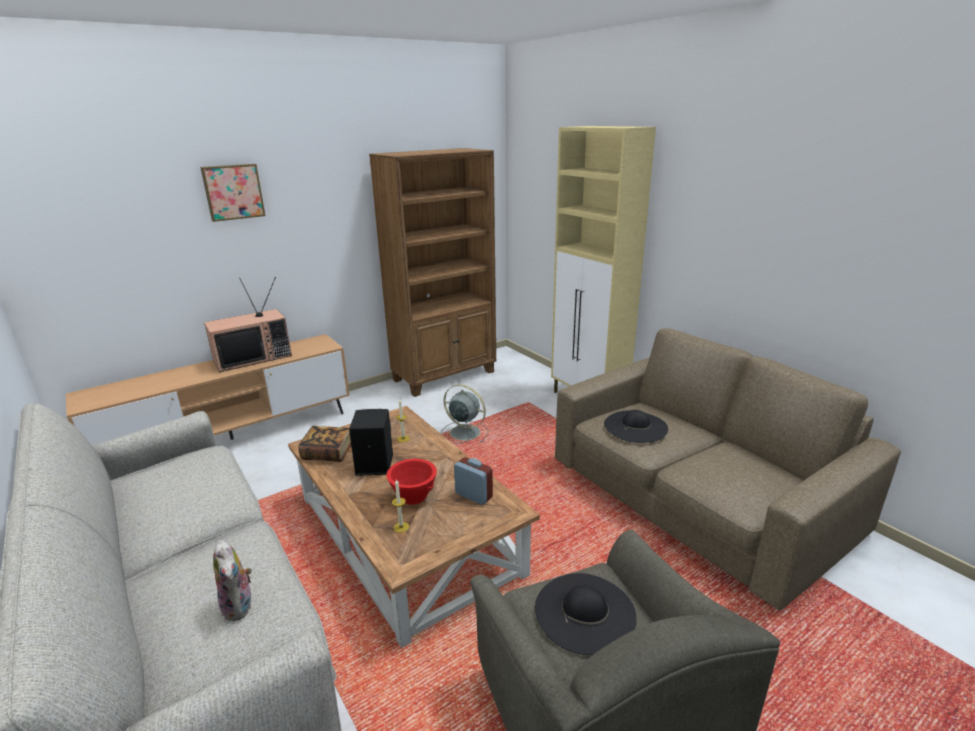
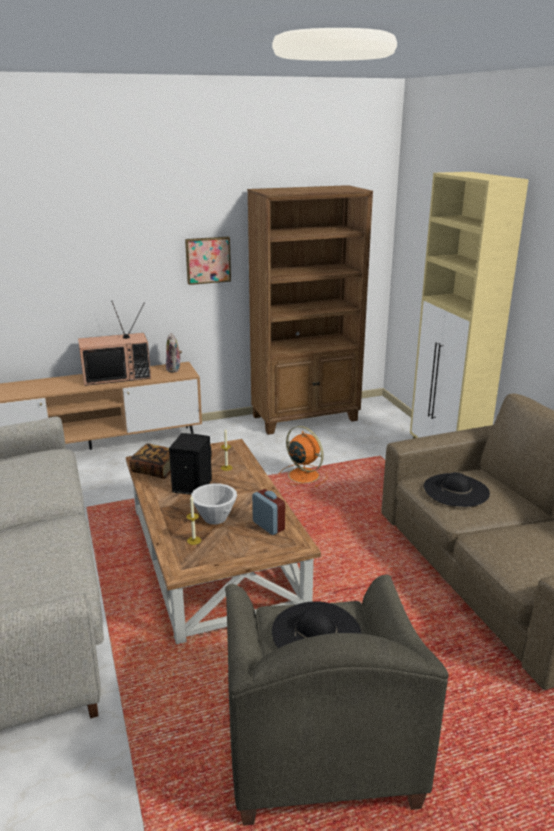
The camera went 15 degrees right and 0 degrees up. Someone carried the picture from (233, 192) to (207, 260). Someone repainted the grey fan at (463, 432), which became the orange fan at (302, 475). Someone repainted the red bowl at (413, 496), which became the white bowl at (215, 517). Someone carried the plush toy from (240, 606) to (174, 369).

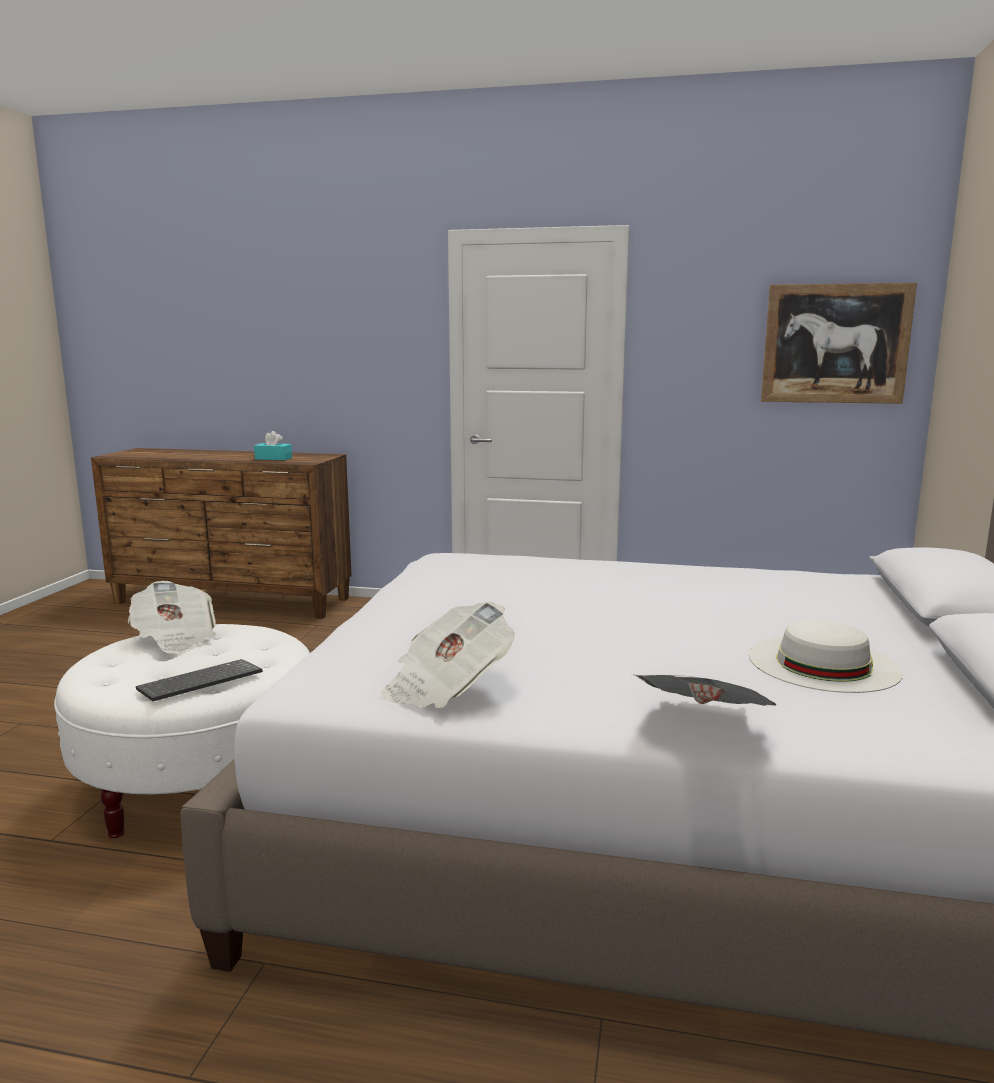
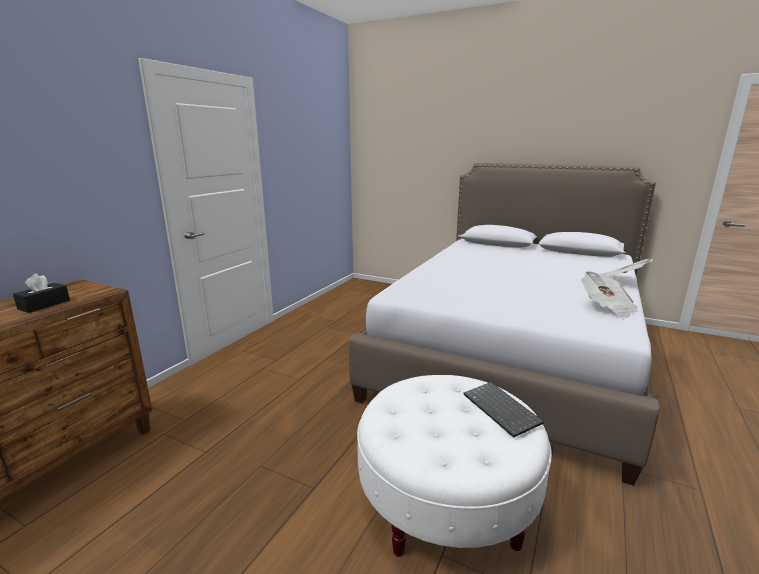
The camera went 75 degrees left and 5 degrees up. Someone took away the picture at (835, 344). Someone repainted the turquoise tissue box at (273, 458), which became the black tissue box at (44, 304). Someone took away the newspaper at (175, 638). Someone took away the white hat at (823, 663).

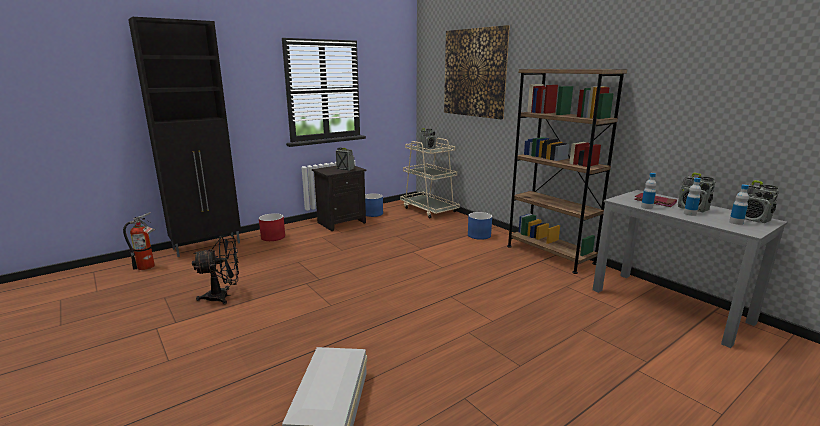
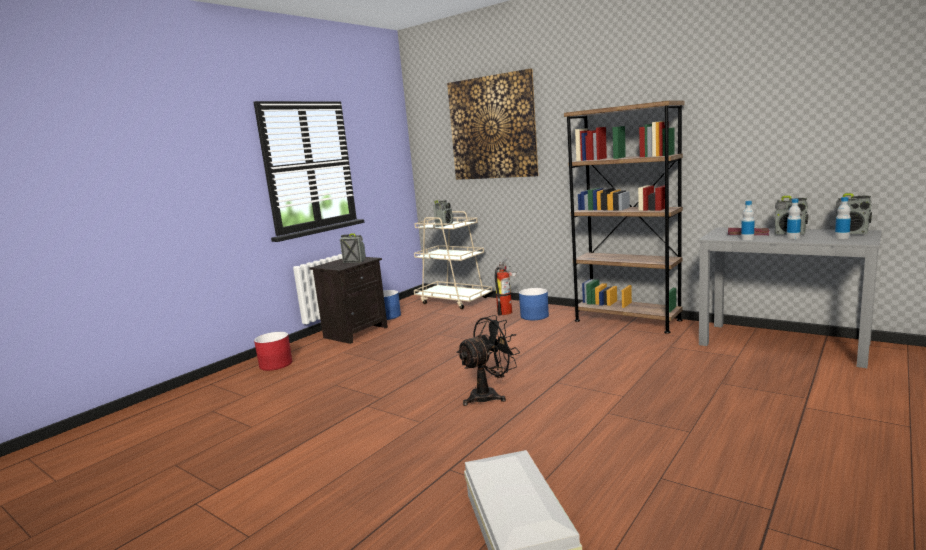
The camera went 15 degrees left and 5 degrees down. Someone took away the black cabinet at (208, 246). Someone carried the fire extinguisher from (148, 266) to (507, 312). Someone carried the black fan from (223, 296) to (489, 395).

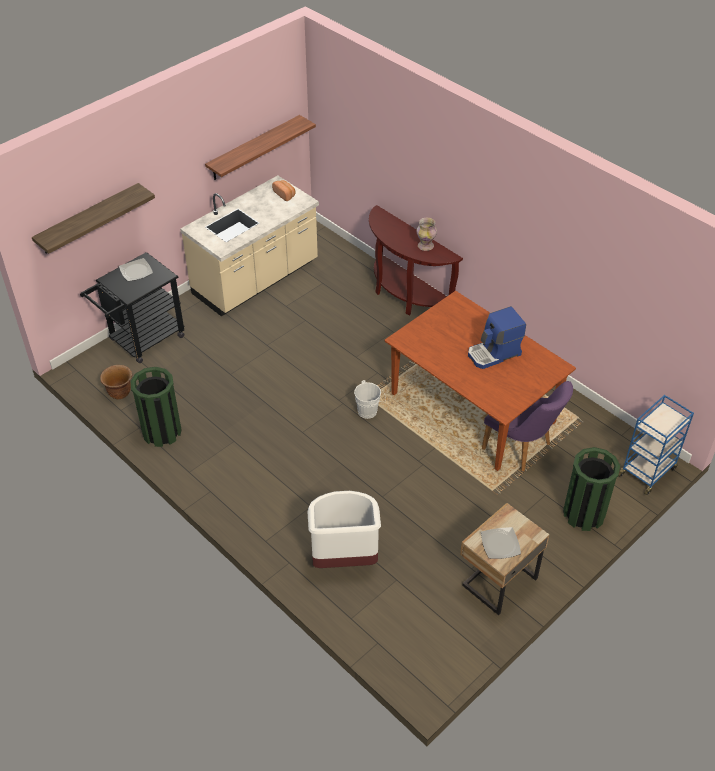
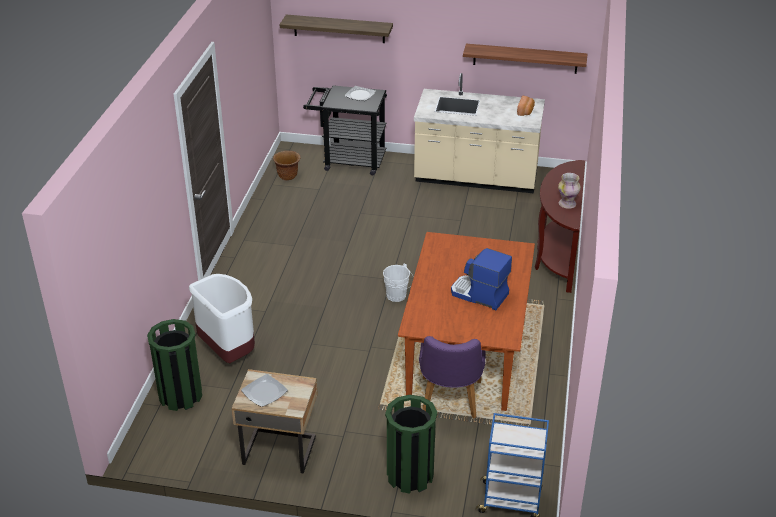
The camera went 55 degrees right and 10 degrees down. Someone carried the green trash can from (162, 432) to (180, 395).

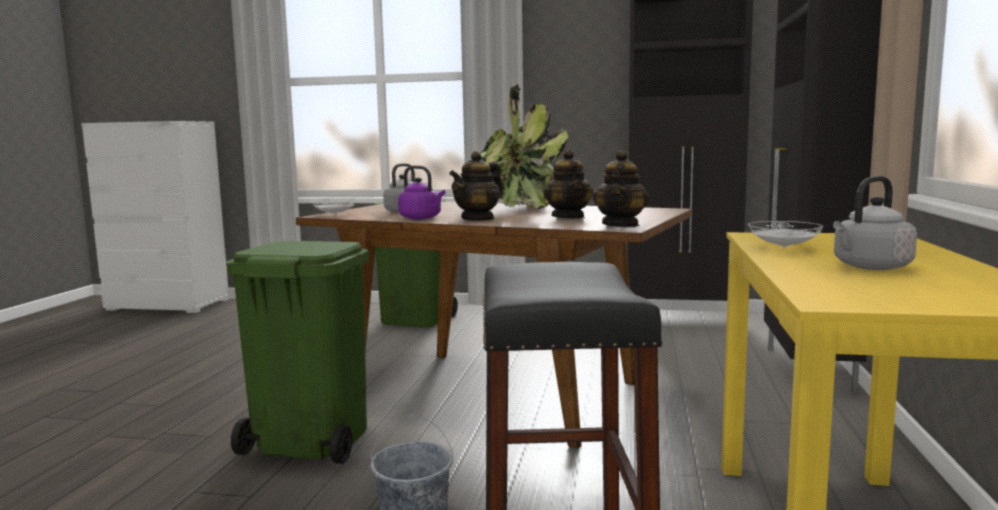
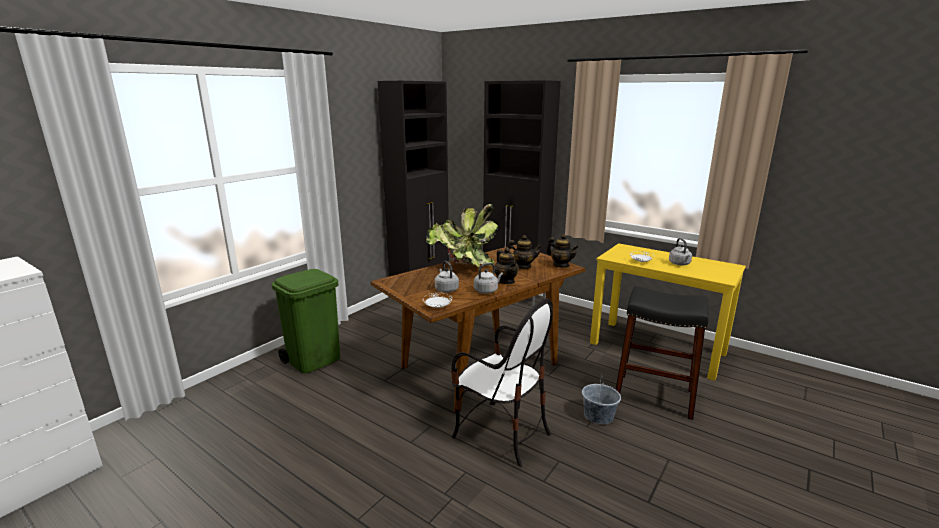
The camera went 65 degrees left and 10 degrees up. Someone repainted the purple kettle at (422, 218), which became the grey kettle at (487, 290). Someone swapped the green trash can at (309, 441) for the chair at (501, 433).

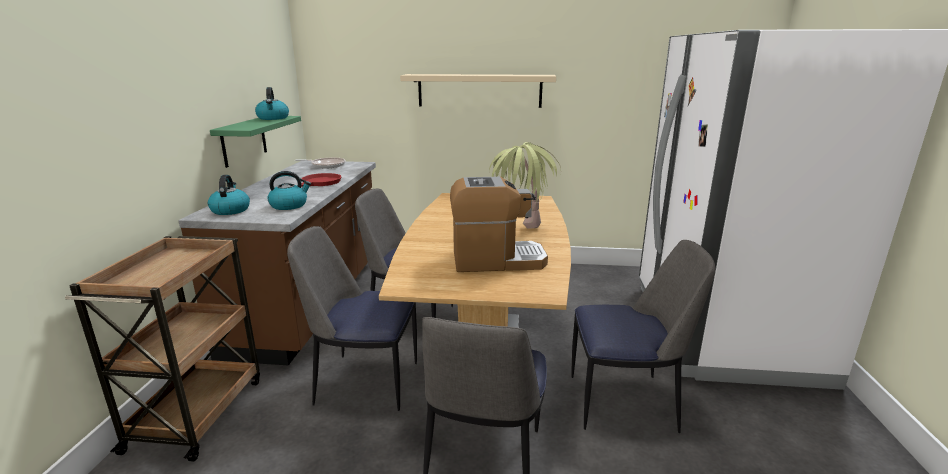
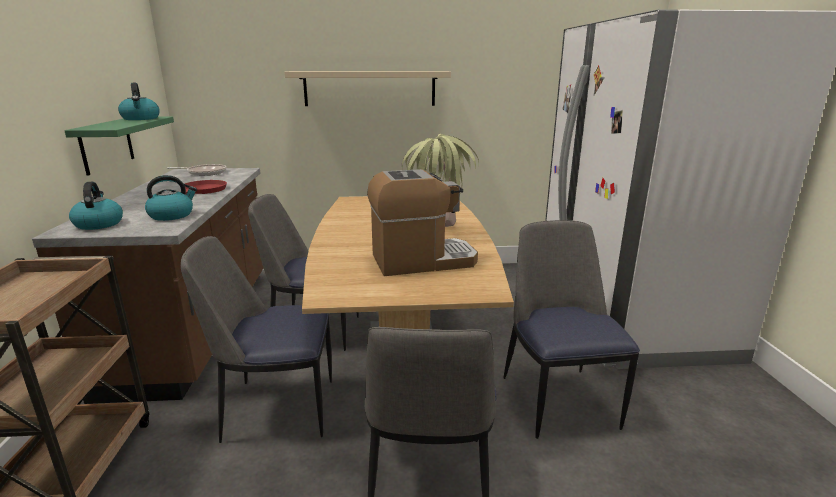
The camera went 10 degrees left and 0 degrees up. Someone rotated the chair at (625, 402) by 90 degrees counterclockwise.

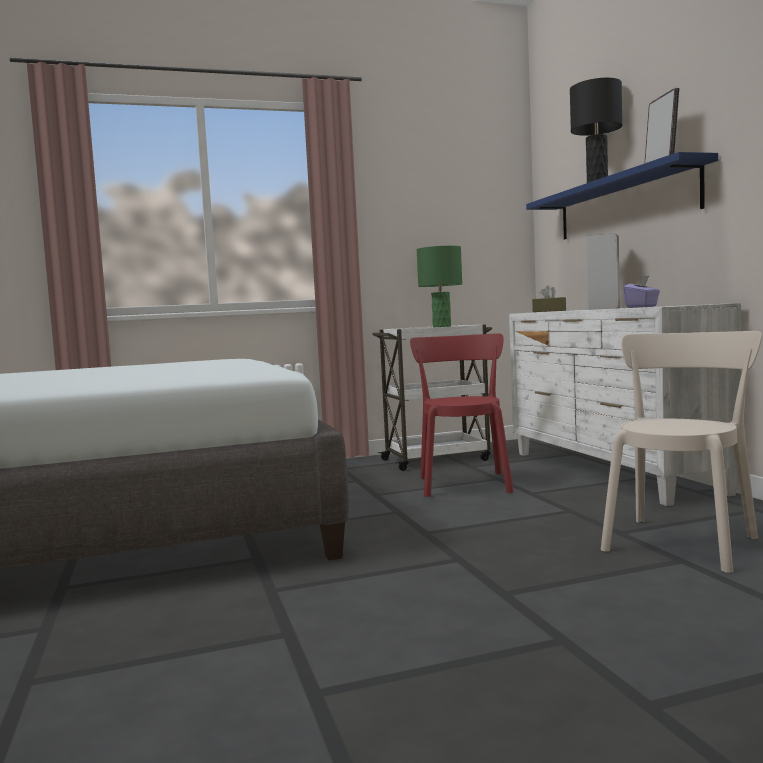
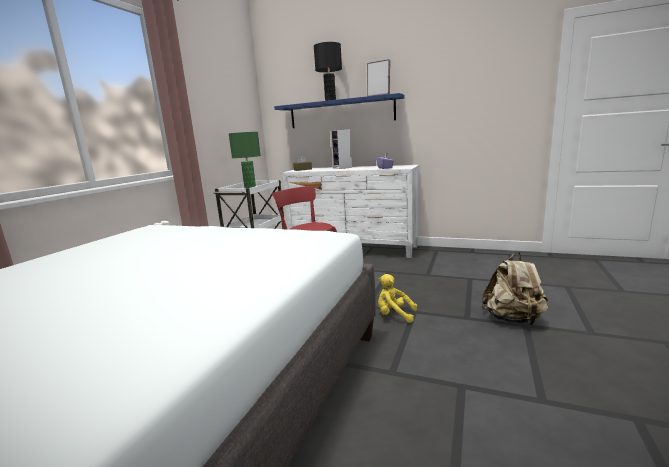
The camera went 50 degrees left and 10 degrees up. Someone took away the beige chair at (681, 541). Someone put down the beige backpack at (513, 319). Someone put down the yellow plush toy at (394, 315).

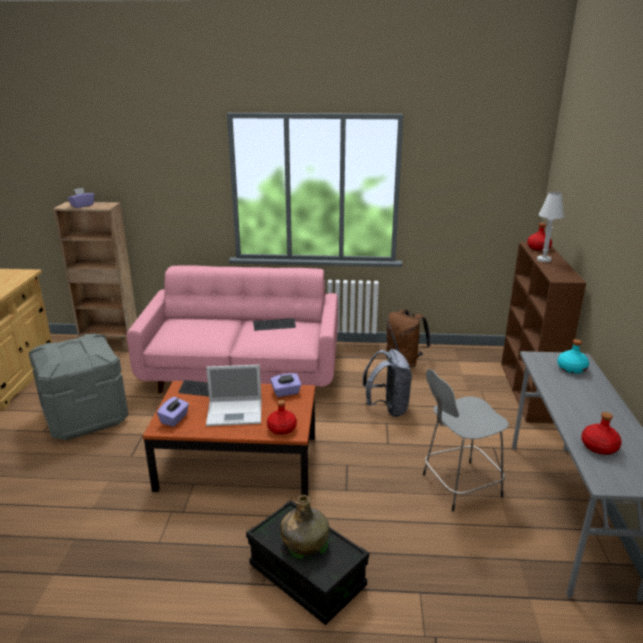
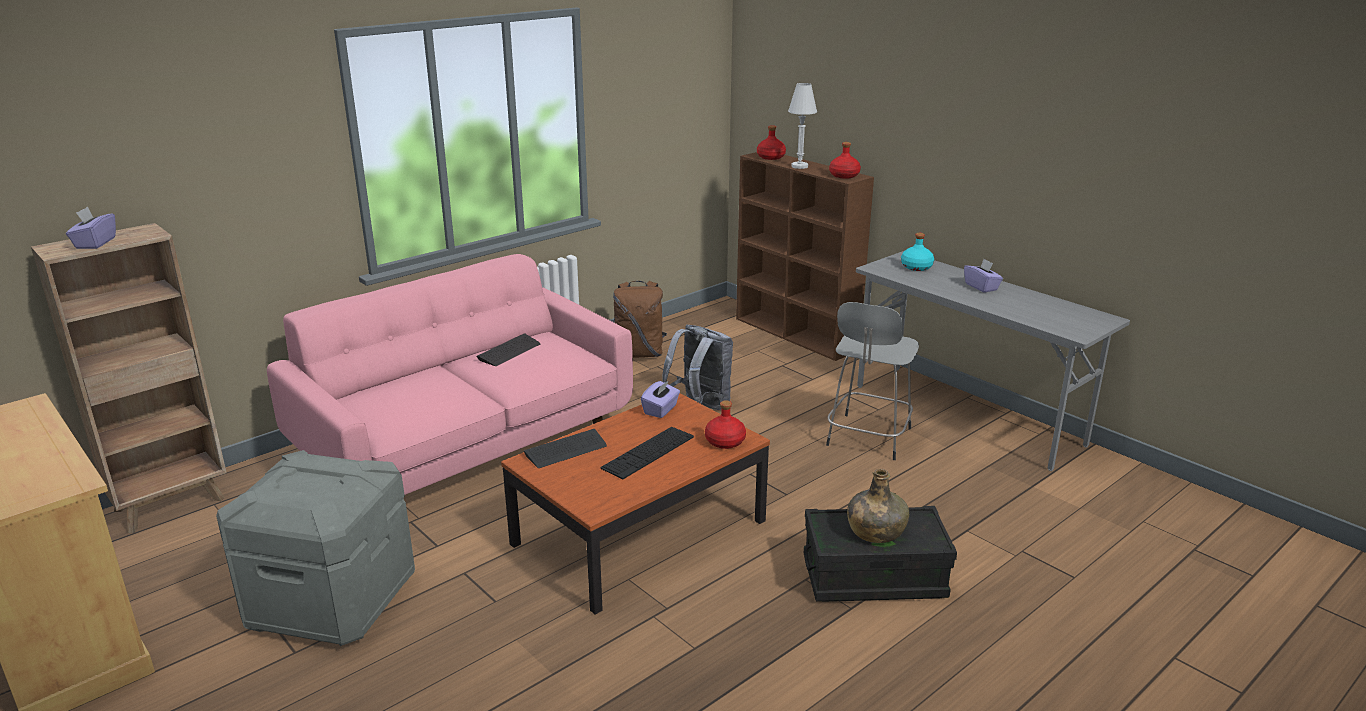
The camera went 45 degrees left and 0 degrees up. Someone swapped the laptop at (236, 412) for the keyboard at (648, 452). Someone carried the purple tissue box from (174, 419) to (981, 287). Someone carried the red bottle from (599, 446) to (844, 175).

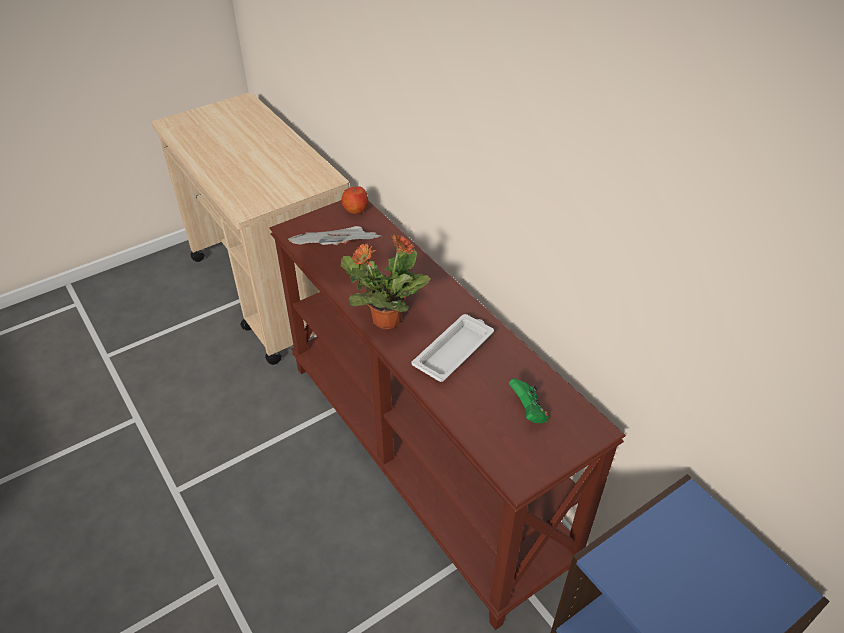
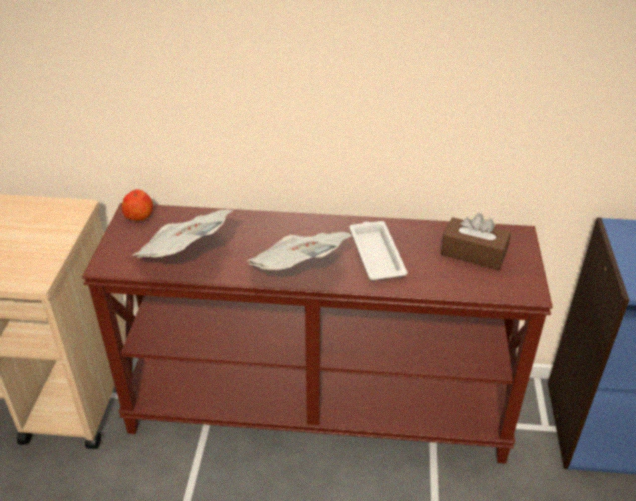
The camera went 50 degrees left and 5 degrees down. Someone swapped the potted plant at (385, 319) for the newspaper at (298, 270). Someone swapped the green game controller at (528, 411) for the brown tissue box at (473, 253).

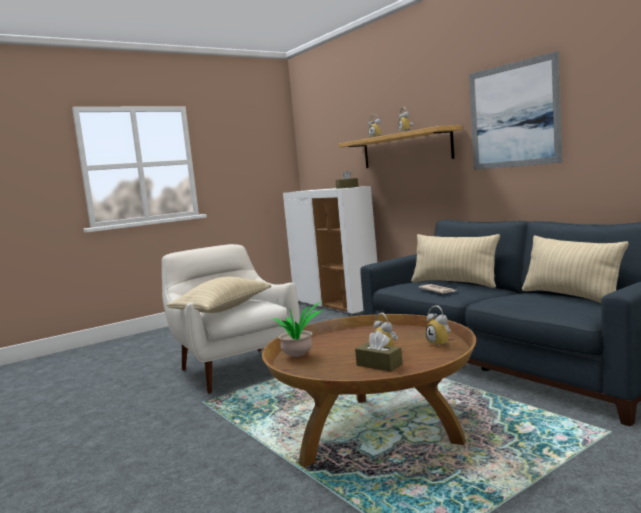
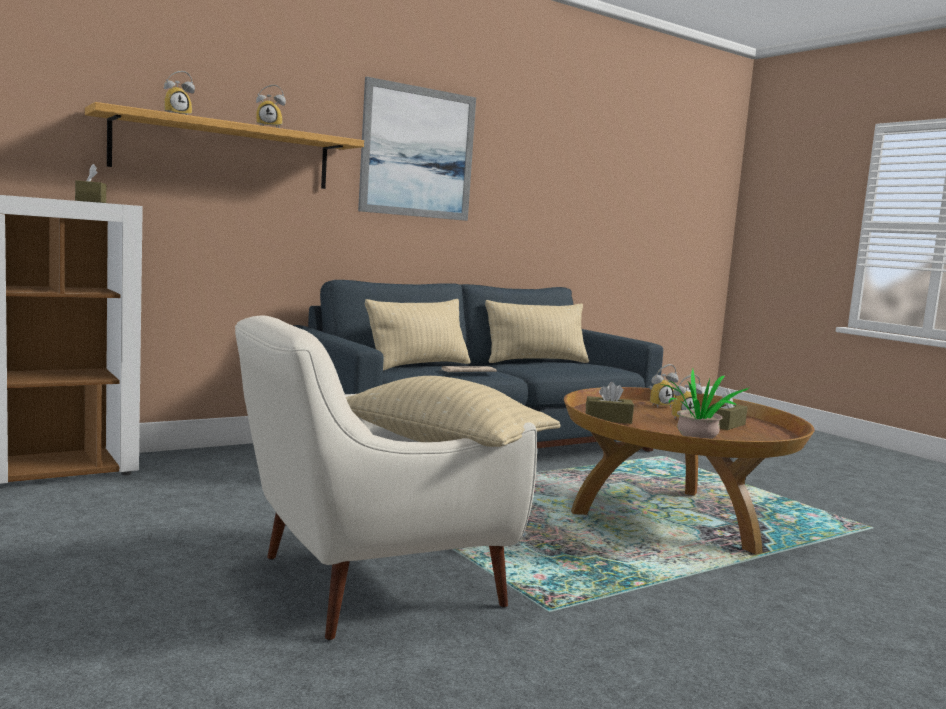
The camera went 90 degrees left and 0 degrees up. Someone put down the brown tissue box at (608, 419).

